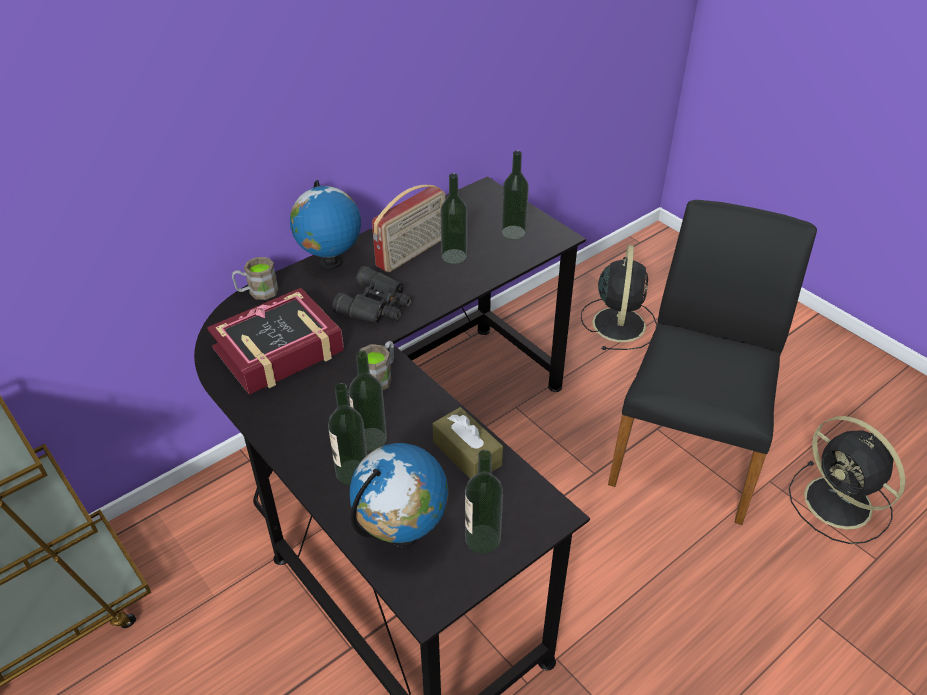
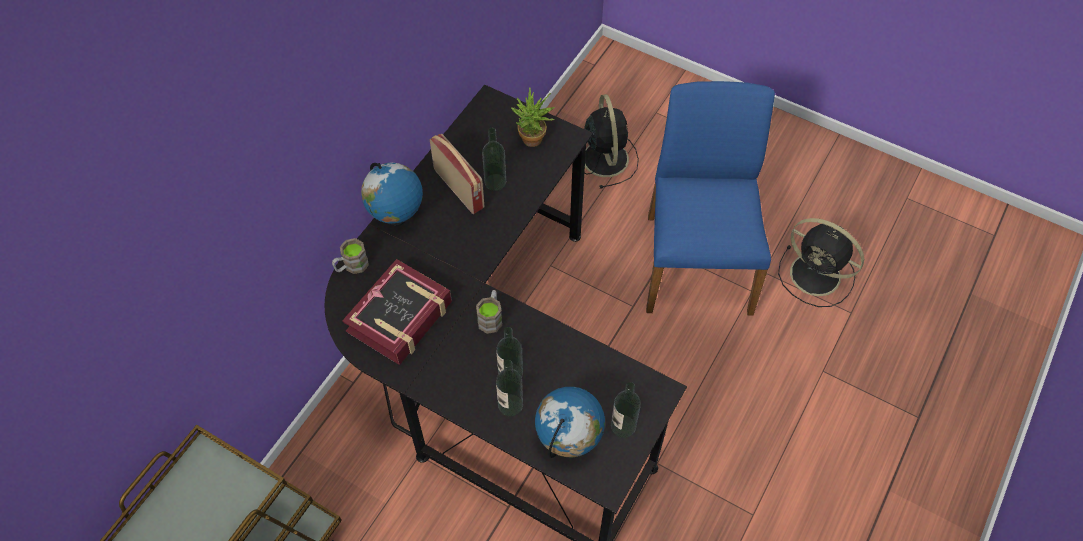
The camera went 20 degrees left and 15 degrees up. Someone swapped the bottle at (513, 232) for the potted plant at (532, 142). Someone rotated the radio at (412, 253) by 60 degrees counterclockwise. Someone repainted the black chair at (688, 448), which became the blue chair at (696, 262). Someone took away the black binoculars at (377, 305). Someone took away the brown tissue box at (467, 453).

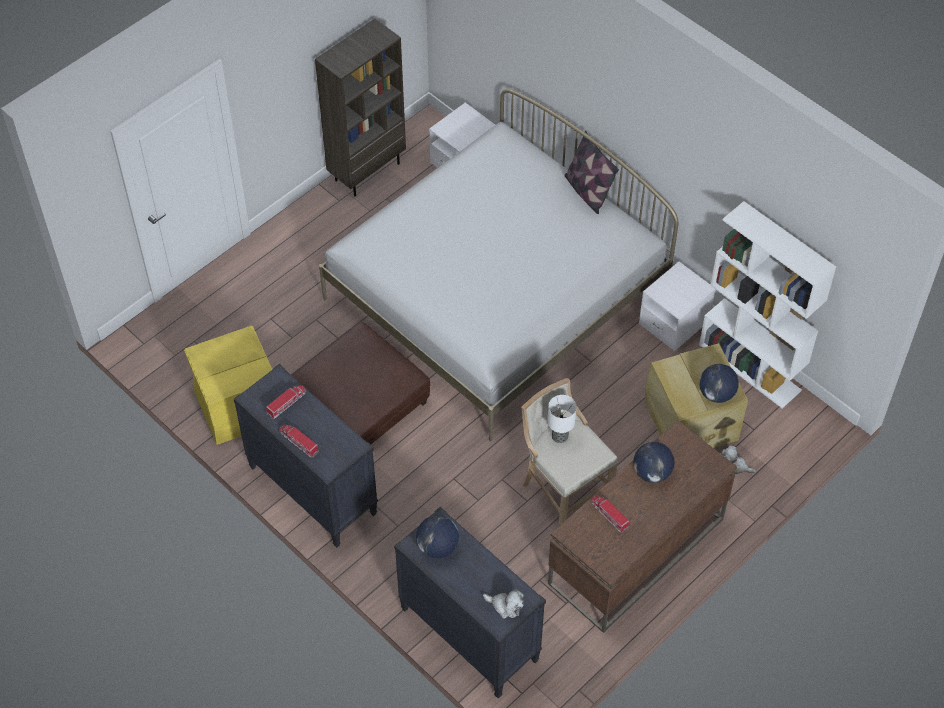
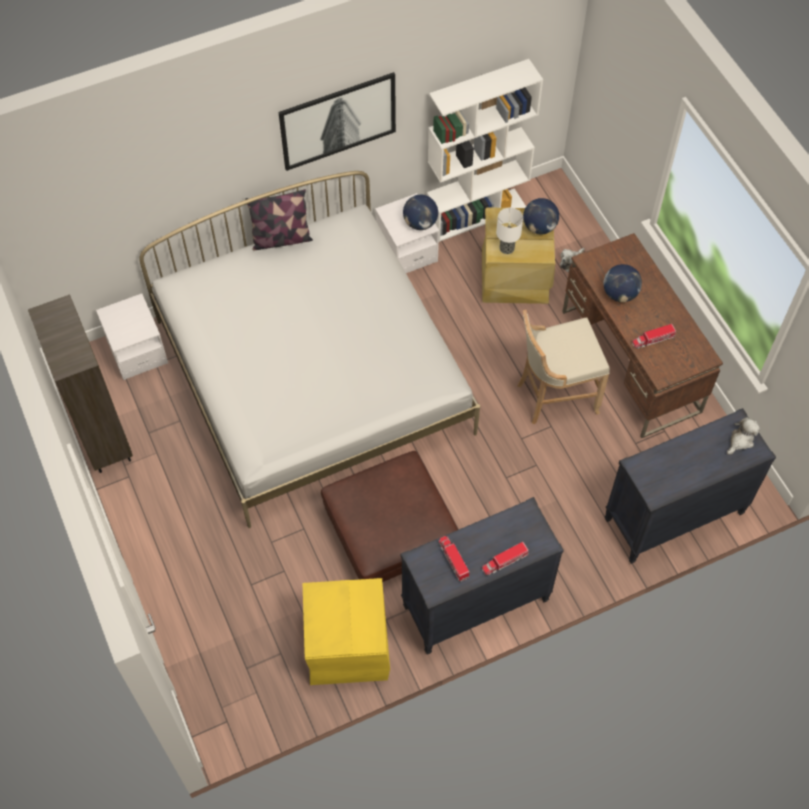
The camera went 70 degrees left and 5 degrees up. Someone carried the table lamp from (559, 436) to (506, 248). Someone carried the globe from (437, 547) to (420, 223). Someone put up the picture at (338, 121).

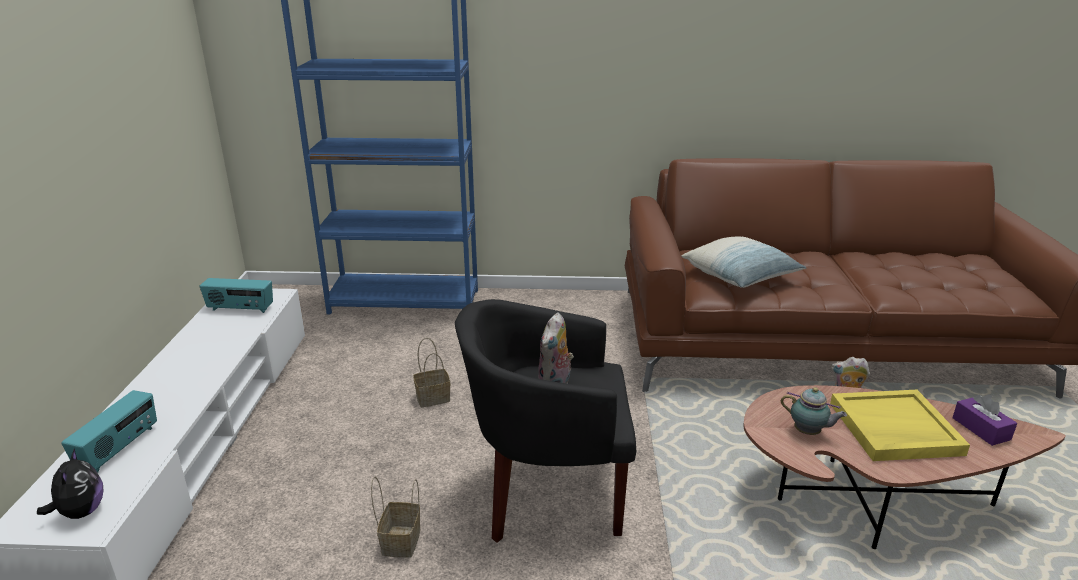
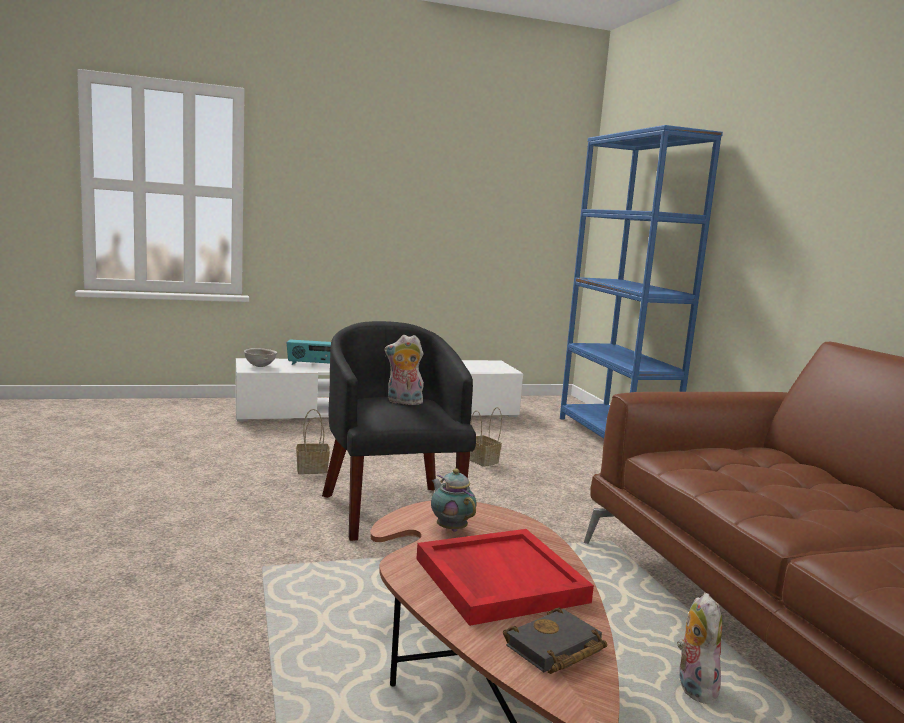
The camera went 70 degrees right and 15 degrees down. Someone took away the pillow at (740, 277). Someone took away the radio at (240, 309). Someone rotated the teapot at (808, 432) by 135 degrees clockwise. Someone repainted the yellow tray at (894, 429), which became the red tray at (498, 579). Someone swapped the purple tissue box at (981, 429) for the black book at (554, 650). Someone swapped the plush toy at (81, 512) for the grey bowl at (260, 366).

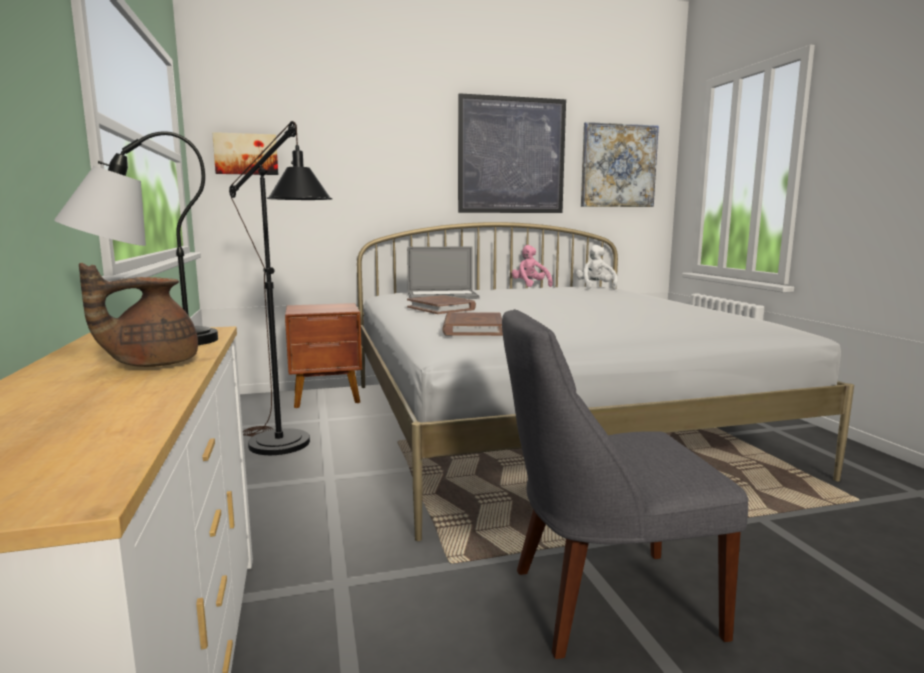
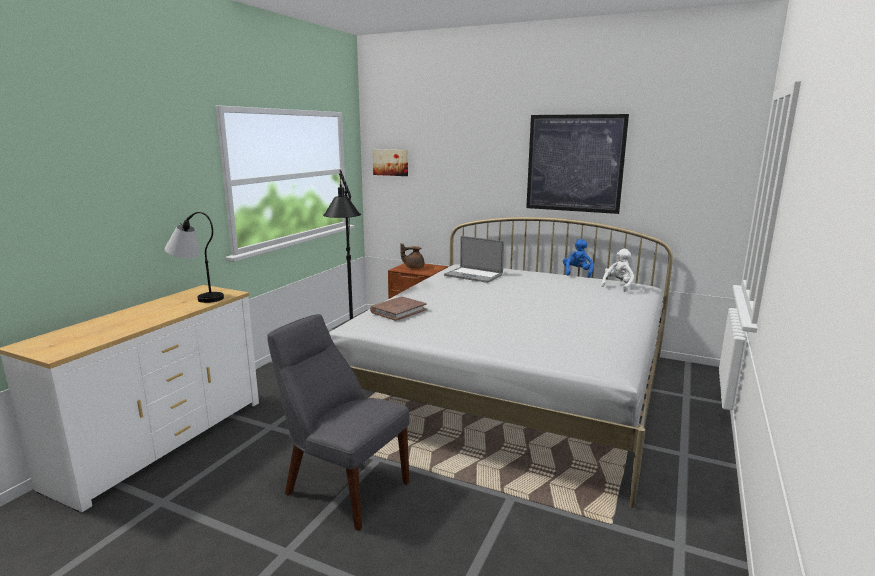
The camera went 40 degrees right and 5 degrees up. Someone took away the picture at (618, 166). Someone repainted the pink plush toy at (530, 285), which became the blue plush toy at (577, 273). Someone carried the brown teapot from (152, 364) to (413, 267). Someone took away the brown book at (441, 308).

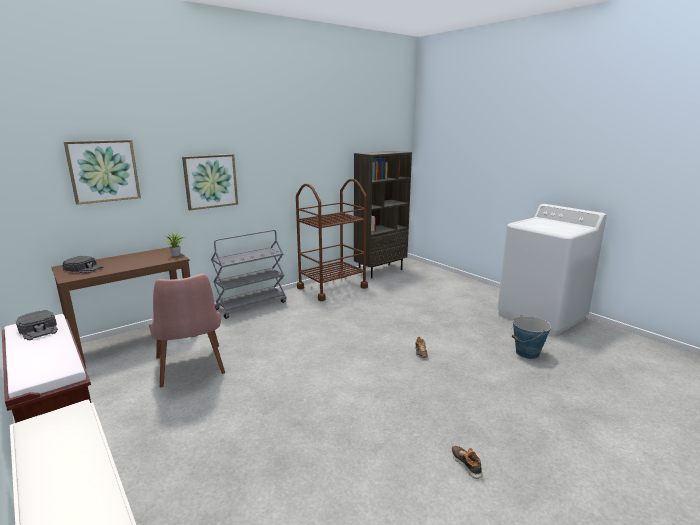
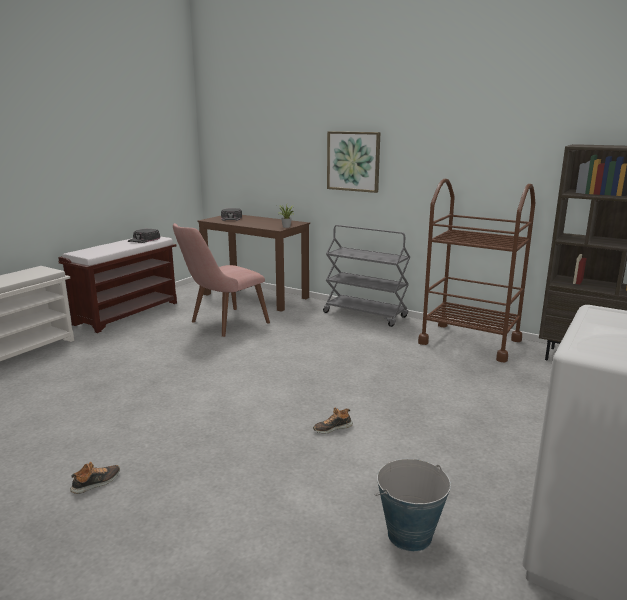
The camera went 70 degrees right and 0 degrees up. Someone took away the picture at (103, 171).

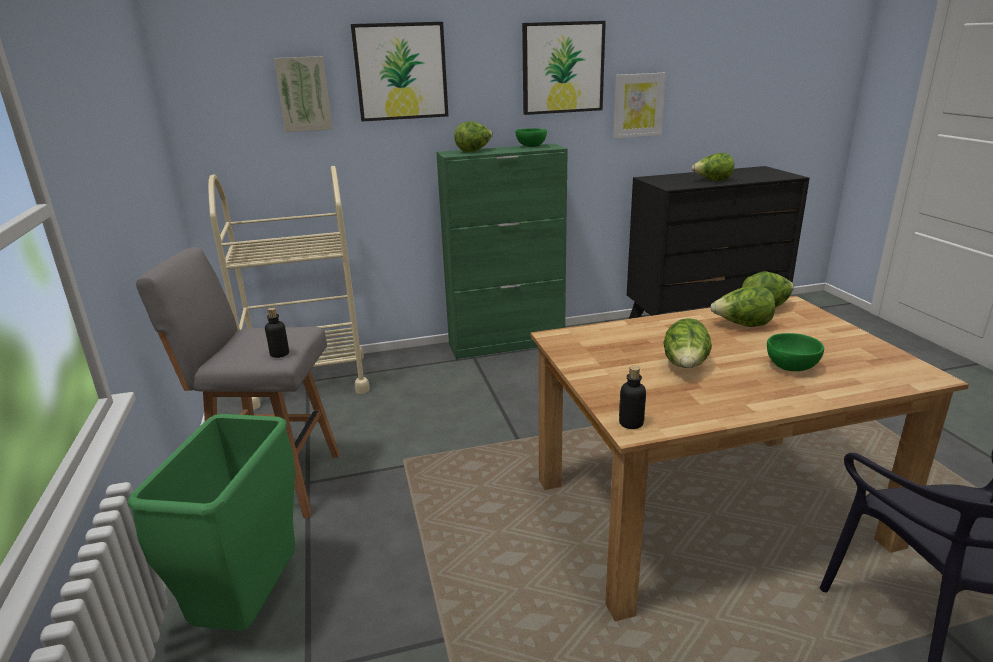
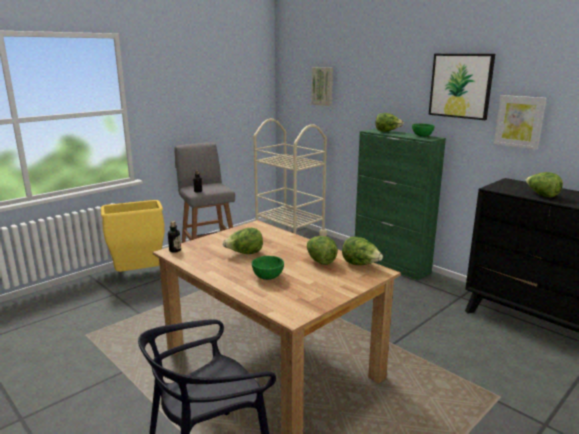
The camera went 60 degrees right and 5 degrees down. Someone took away the picture at (401, 71). Someone repainted the green trash can at (249, 607), which became the yellow trash can at (139, 274).

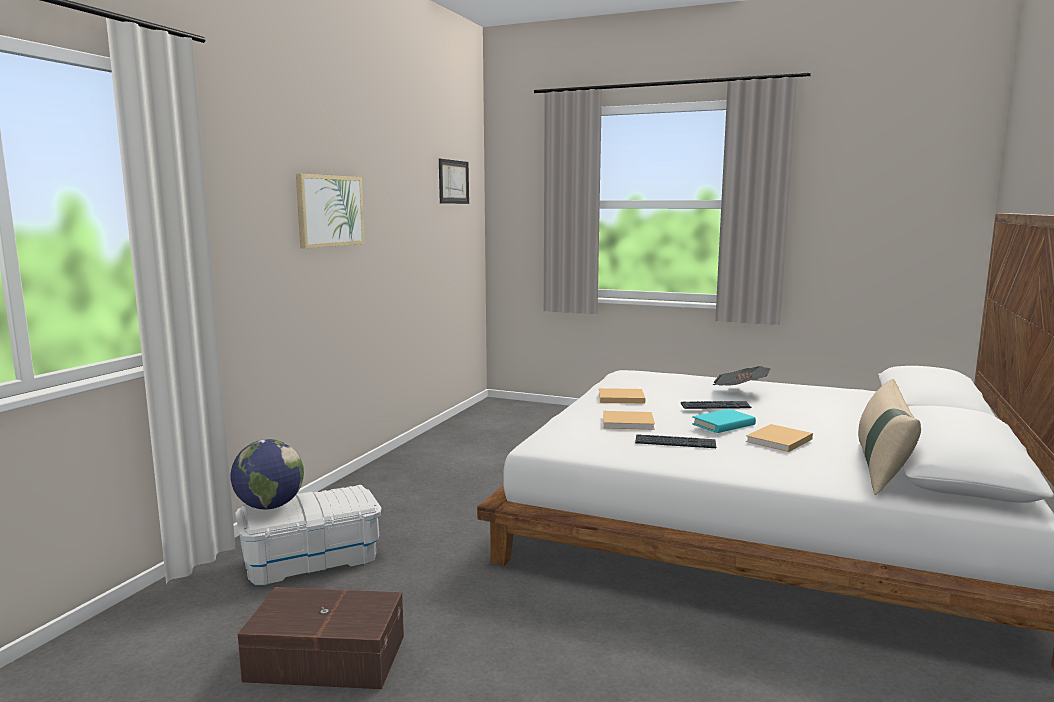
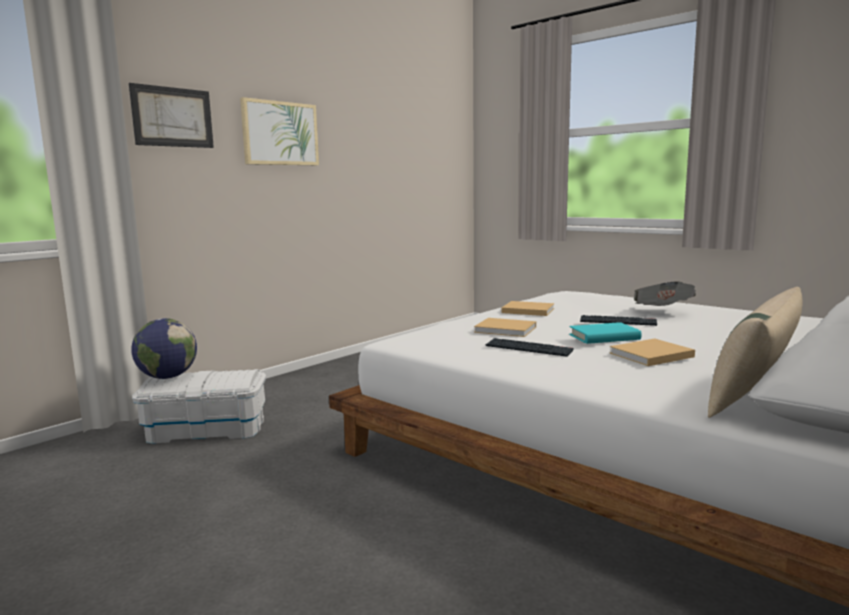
The camera went 20 degrees right and 0 degrees up. Someone carried the picture from (453, 182) to (172, 117). Someone took away the brown storage box at (326, 656).

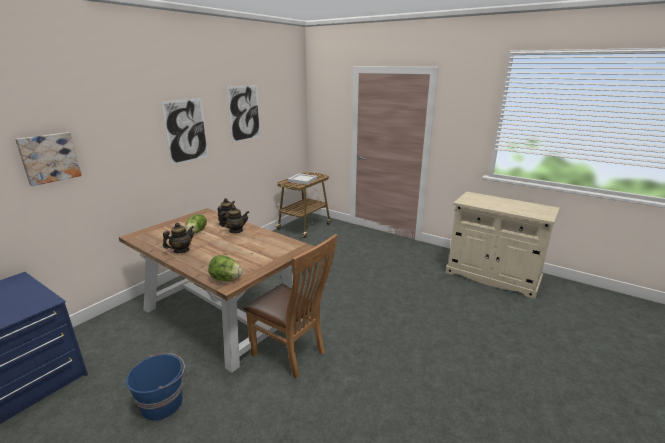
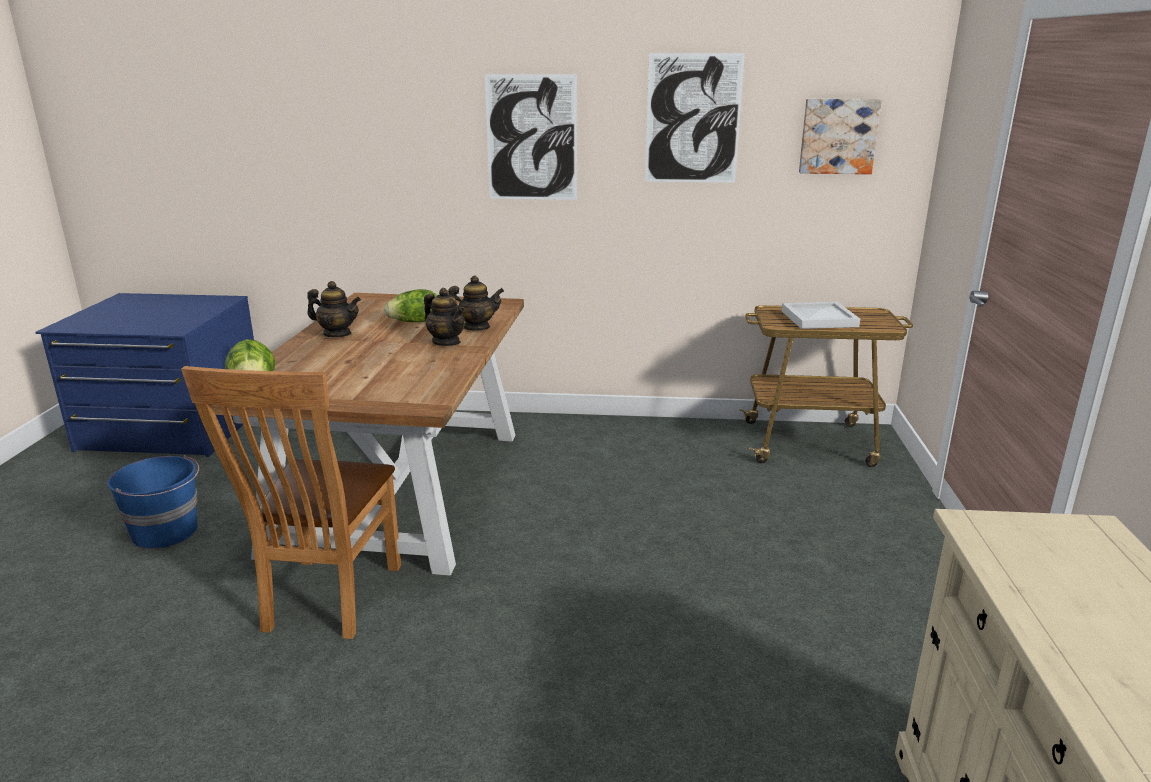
The camera went 60 degrees right and 0 degrees up. Someone carried the picture from (49, 158) to (838, 136).

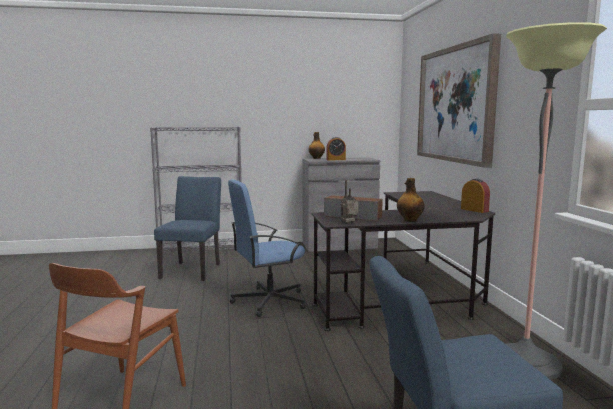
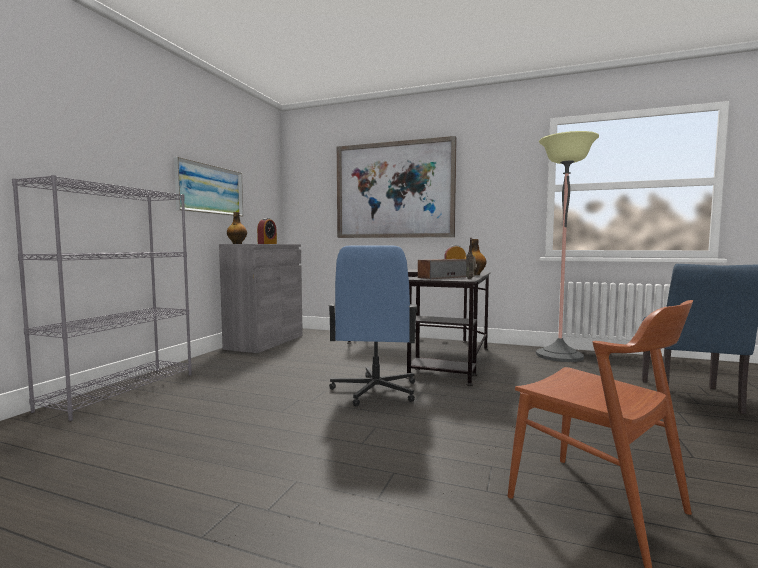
The camera went 60 degrees left and 5 degrees down. Someone took away the blue chair at (193, 269). Someone put up the picture at (210, 189).

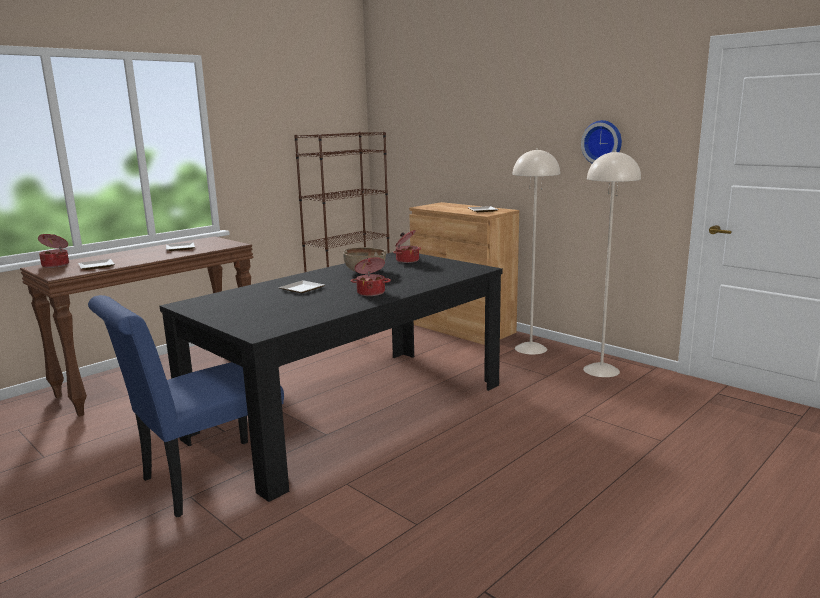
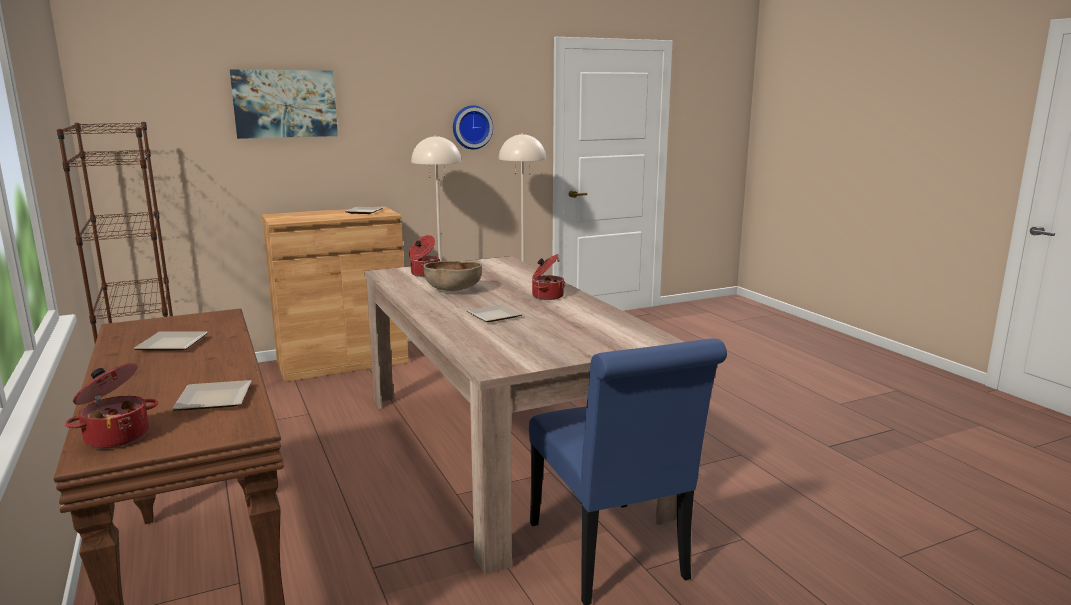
The camera went 70 degrees left and 0 degrees up. Someone repainted the black dining table at (352, 410), which became the beige dining table at (502, 451). Someone put up the picture at (285, 103).

